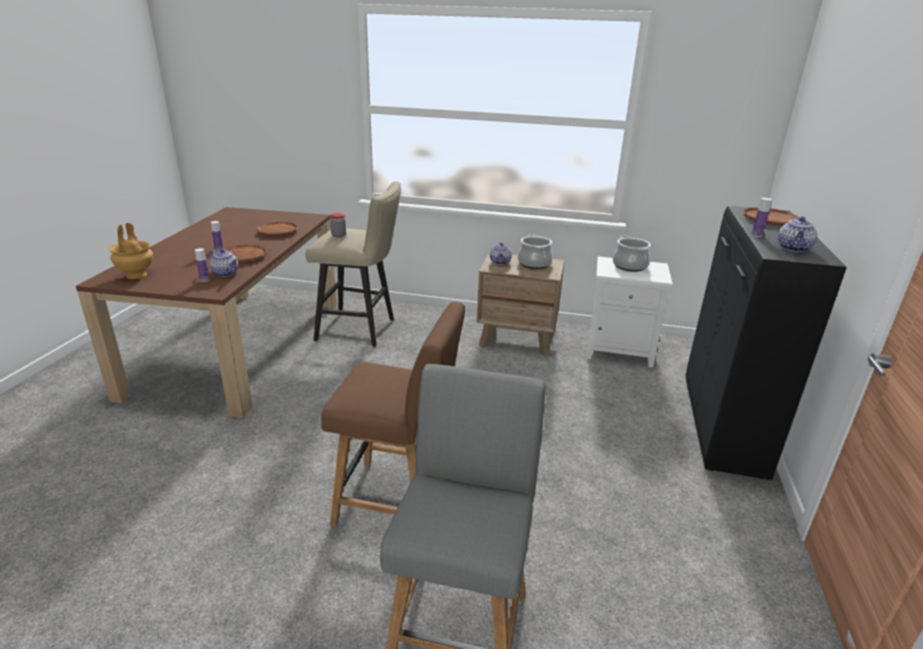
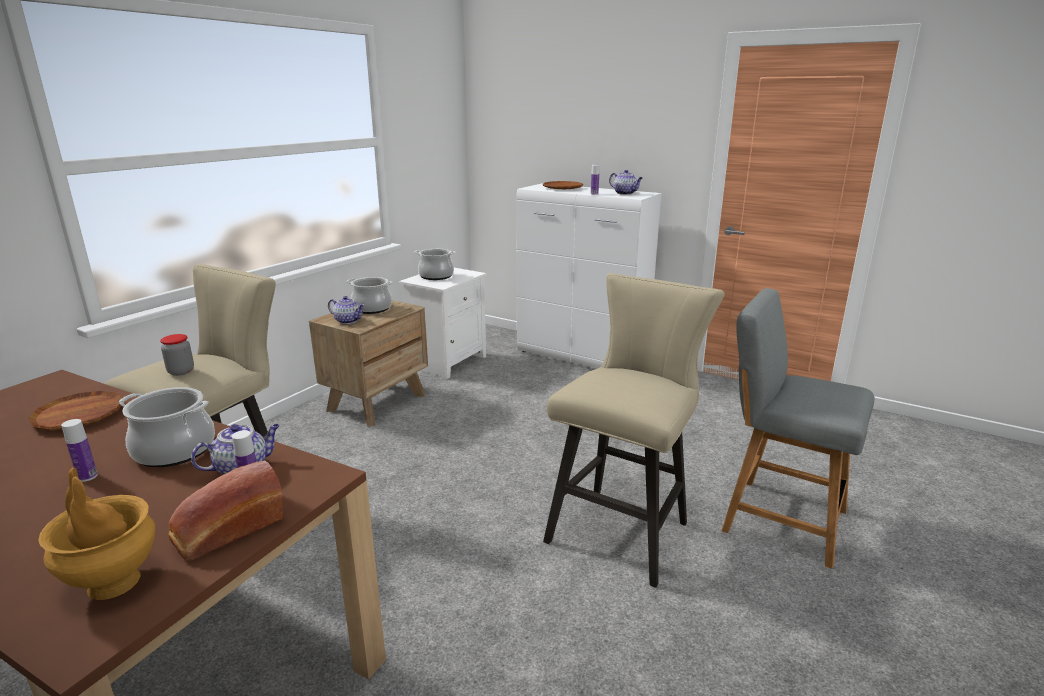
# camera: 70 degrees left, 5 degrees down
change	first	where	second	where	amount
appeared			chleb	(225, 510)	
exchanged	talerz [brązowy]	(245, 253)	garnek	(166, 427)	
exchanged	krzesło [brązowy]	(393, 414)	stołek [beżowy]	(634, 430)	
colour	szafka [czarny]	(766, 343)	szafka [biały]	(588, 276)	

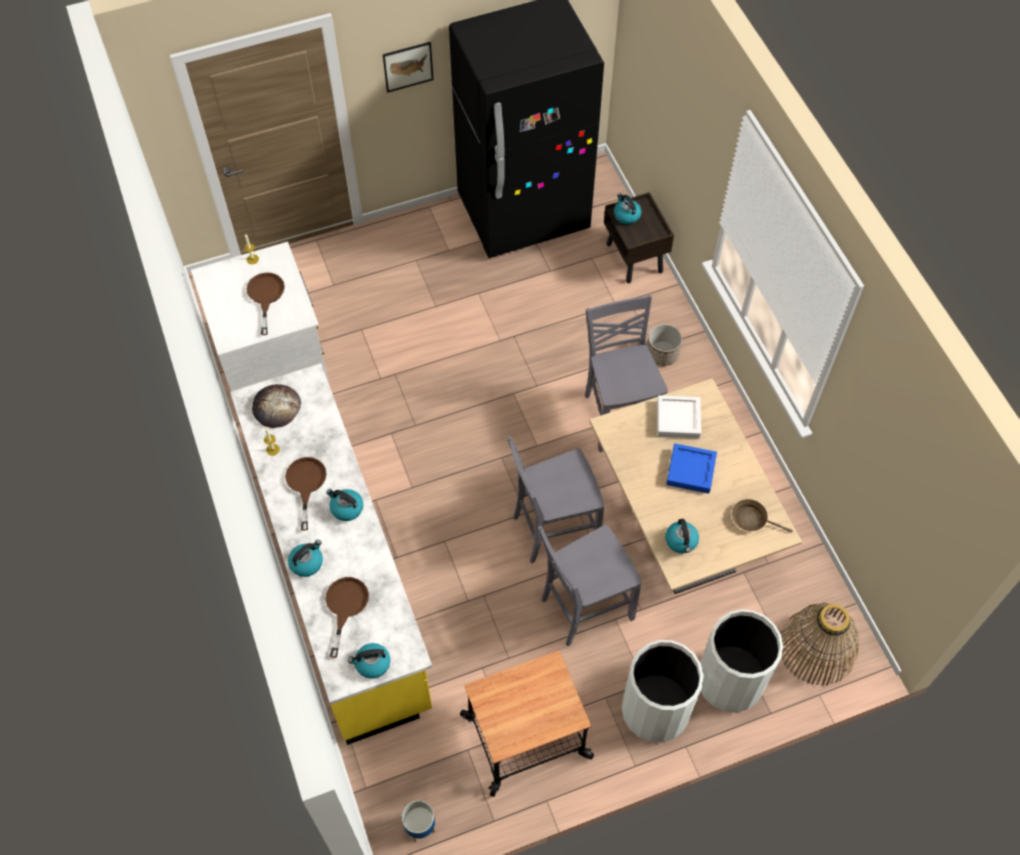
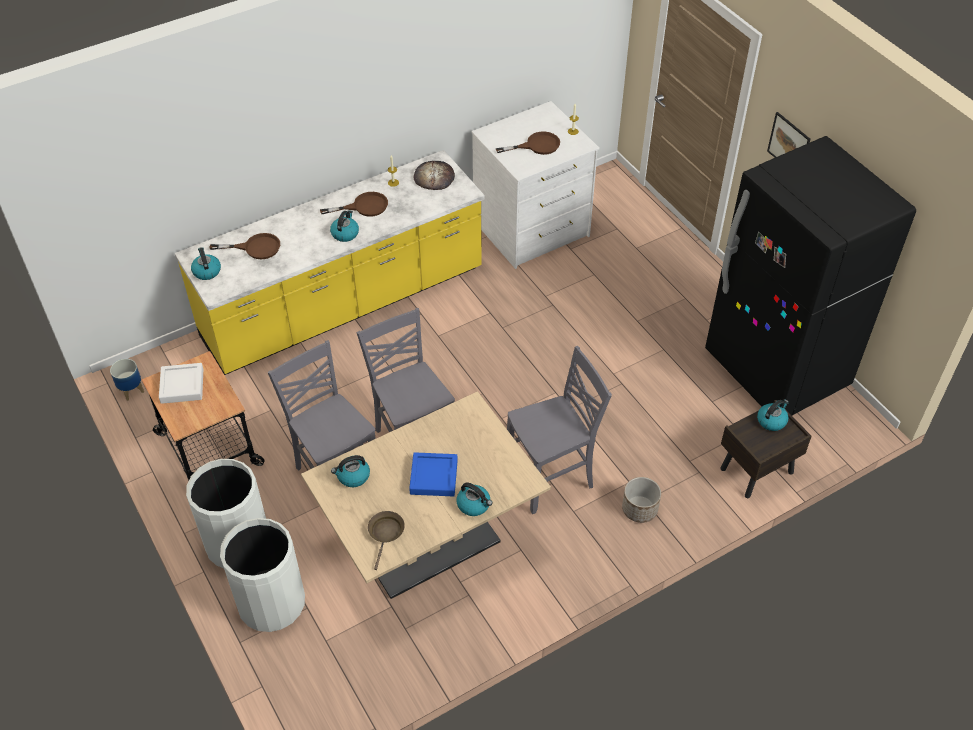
# camera: 80 degrees right, 10 degrees down
change	first	where	second	where	amount
missing	koszyk	(819, 644)			
relocated	czajnik	(305, 558)		(474, 499)	
relocated	taca [biały]	(679, 416)		(181, 383)	

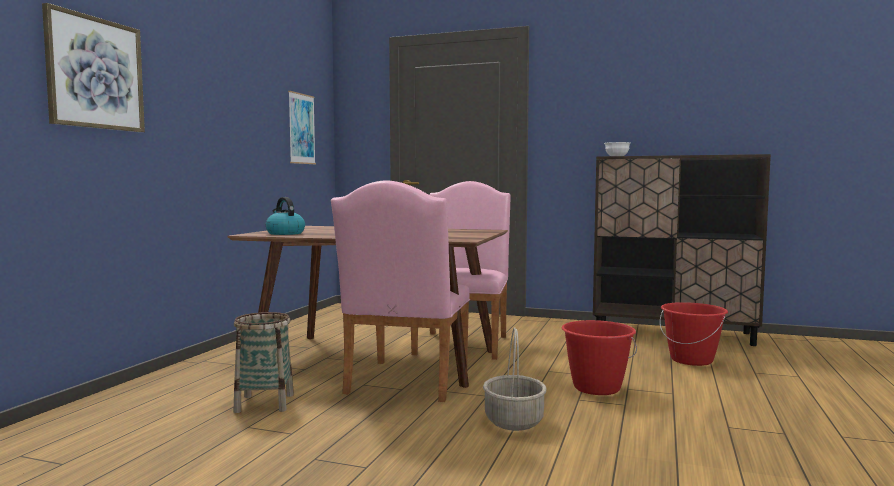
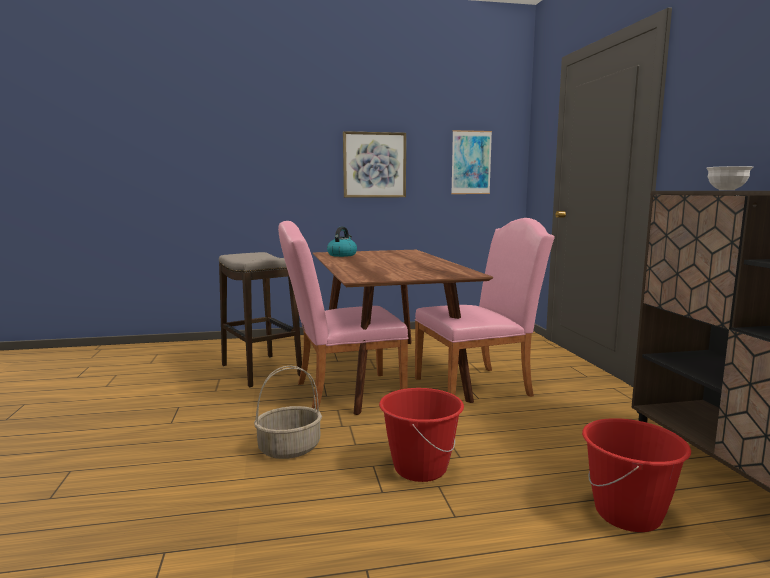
# camera: 60 degrees right, 5 degrees up
change	first	where	second	where	amount
relocated	obraz	(93, 67)		(374, 164)	
exchanged	koszyk	(264, 362)	stołek	(260, 320)	

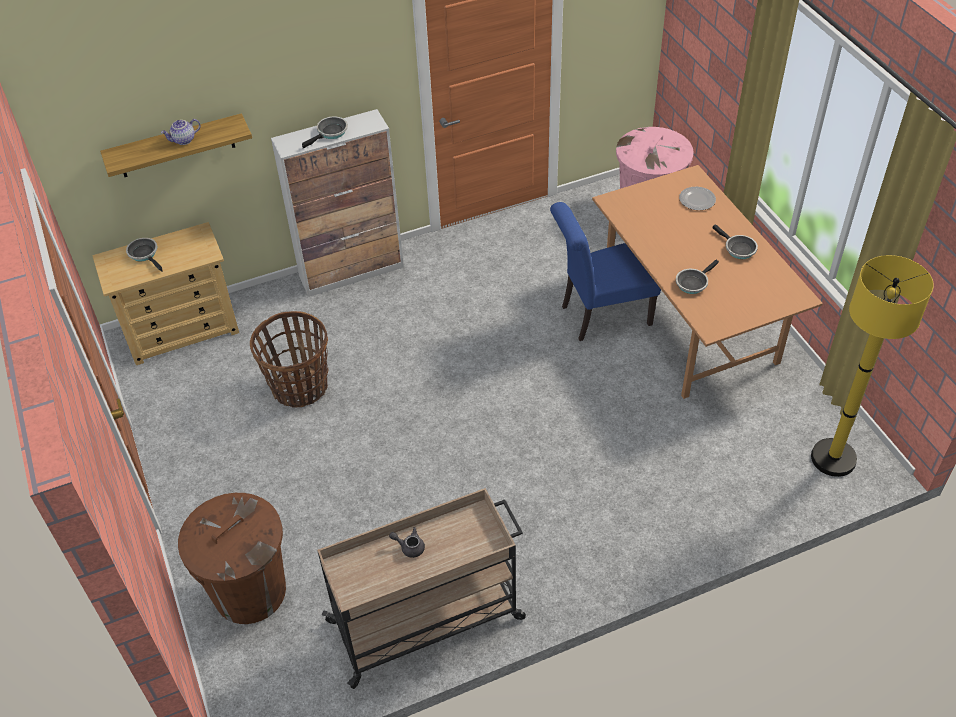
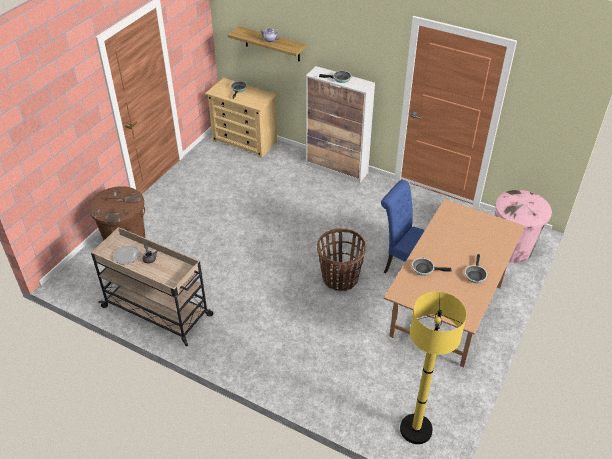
# camera: 50 degrees right, 5 degrees down
change	first	where	second	where	amount
relocated	koszyk	(289, 359)		(341, 259)	
relocated	talerz	(697, 198)		(126, 255)	

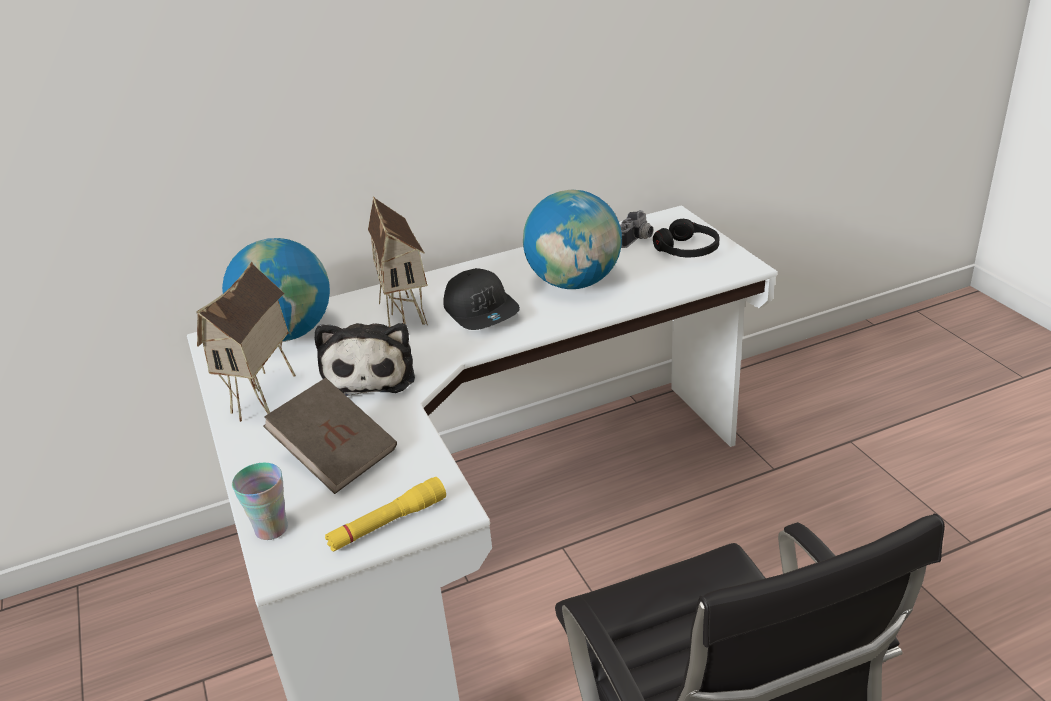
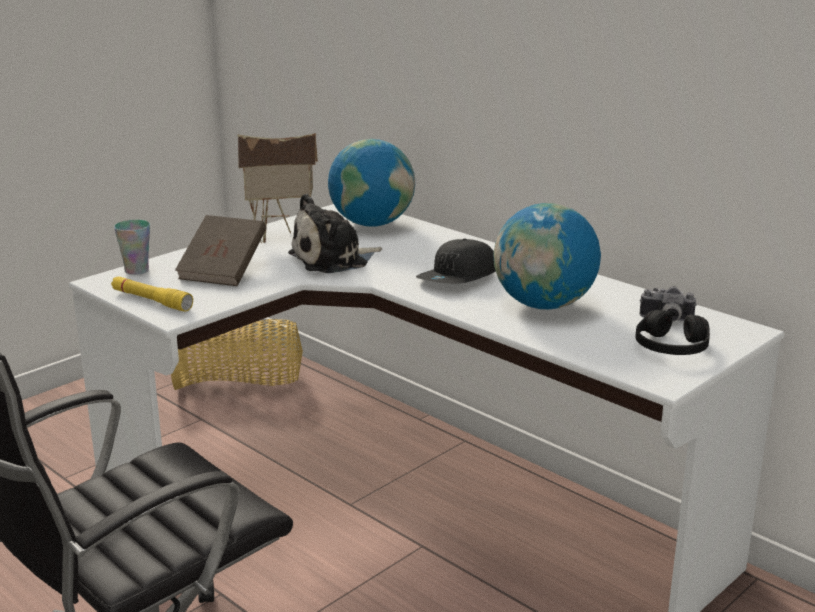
# camera: 65 degrees right, 10 degrees down
change	first	where	second	where	amount
missing	domek	(398, 261)			
appeared			koszyk	(237, 354)	

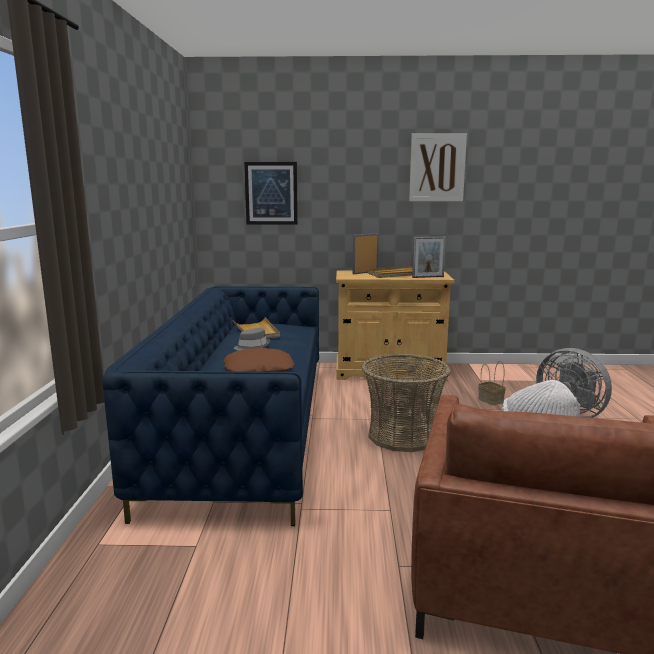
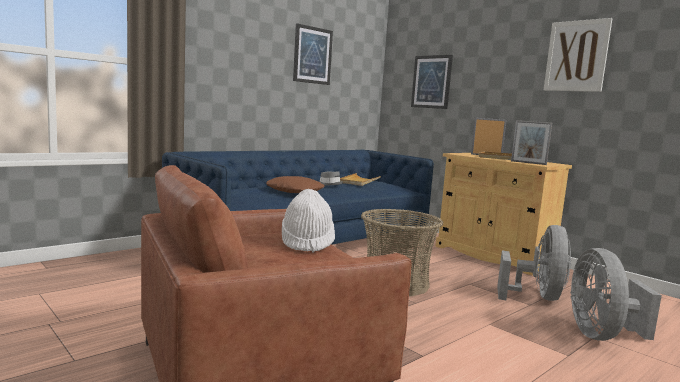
# camera: 45 degrees right, 5 degrees down
change	first	where	second	where	amount
appeared			obraz	(313, 54)	
exchanged	koszyk	(492, 383)	wentylator [szary]	(534, 263)	

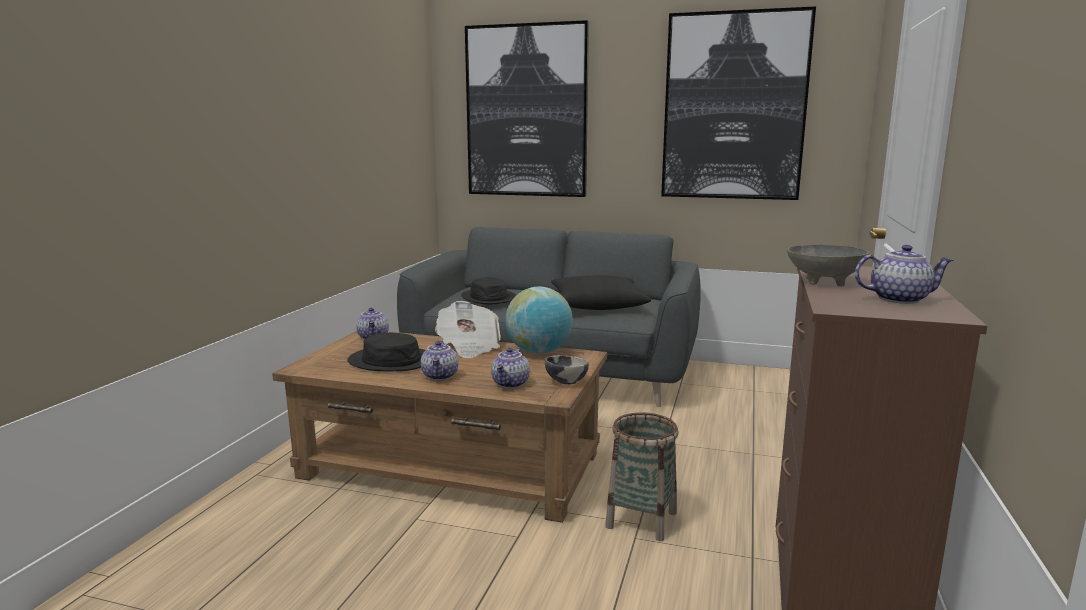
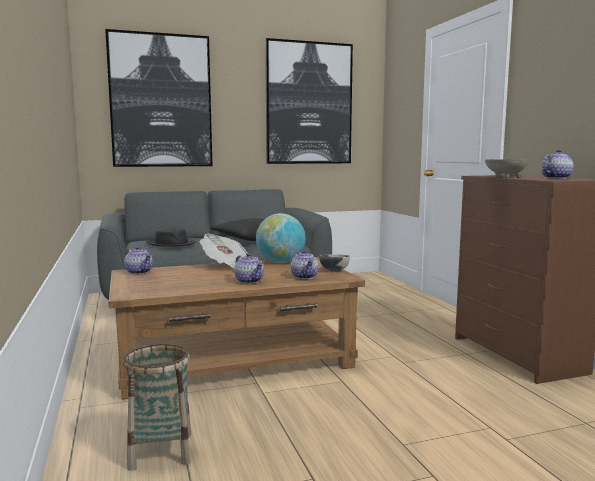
# camera: 35 degrees left, 5 degrees down
change	first	where	second	where	amount
missing	kapelusz [czarny]	(387, 352)			
relocated	koszyk	(642, 476)		(157, 407)	

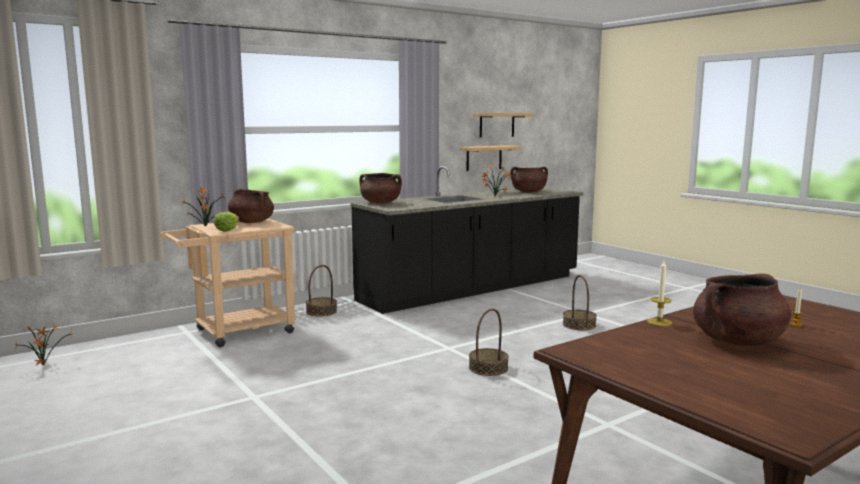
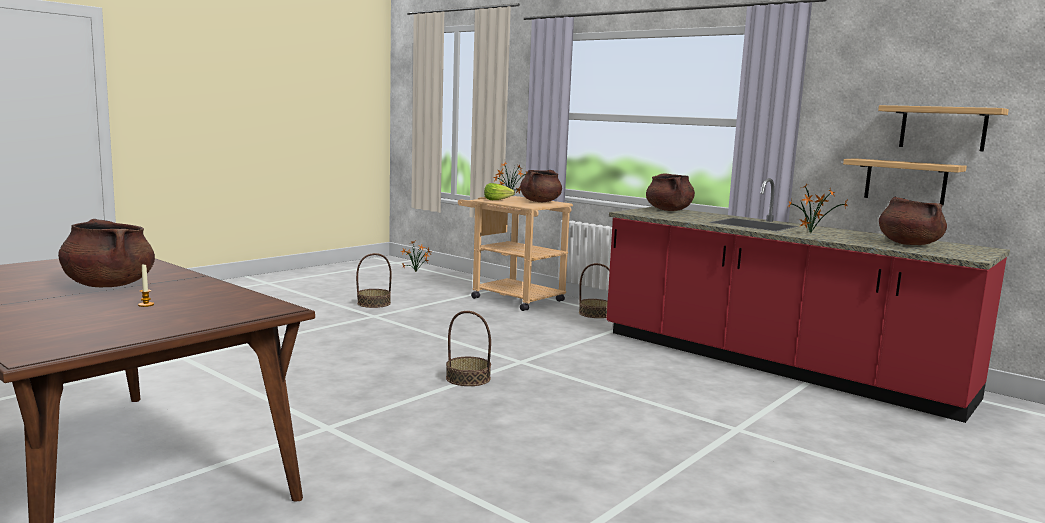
# camera: 75 degrees right, 0 degrees up
change	first	where	second	where	amount
missing	świeca	(659, 293)			
relocated	koszyk	(580, 303)		(374, 280)	
colour	zabudowa kuchenna [czarny]	(467, 240)	zabudowa kuchenna [czerwony]	(808, 300)	

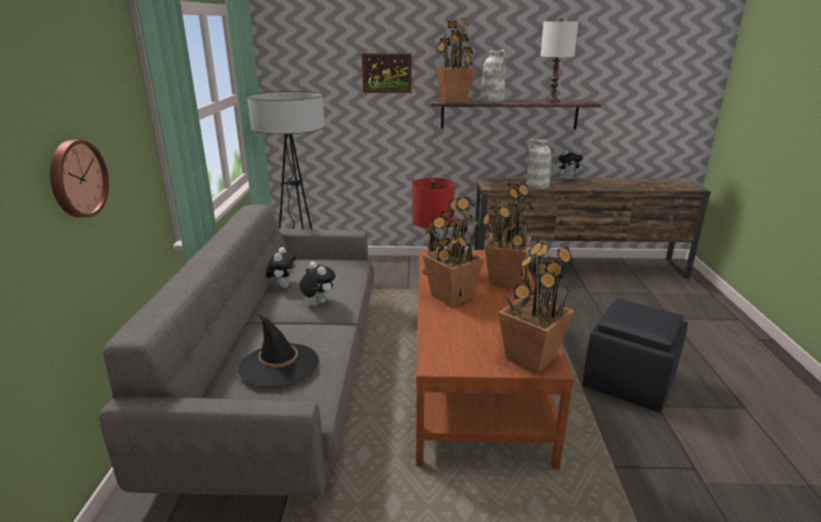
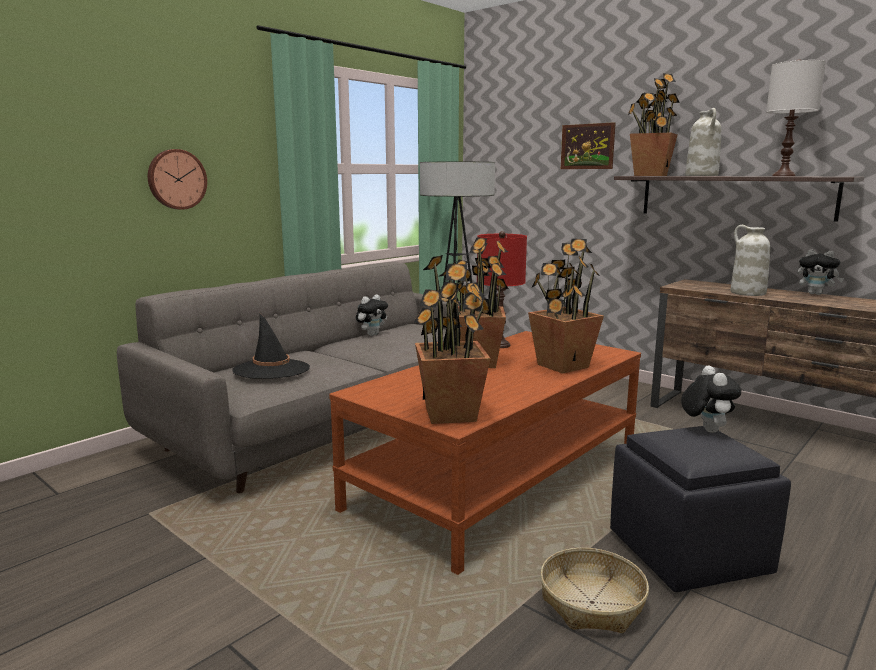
# camera: 40 degrees right, 10 degrees down
change	first	where	second	where	amount
appeared			koszyk	(594, 590)	
relocated	pluszak	(317, 282)		(711, 399)	

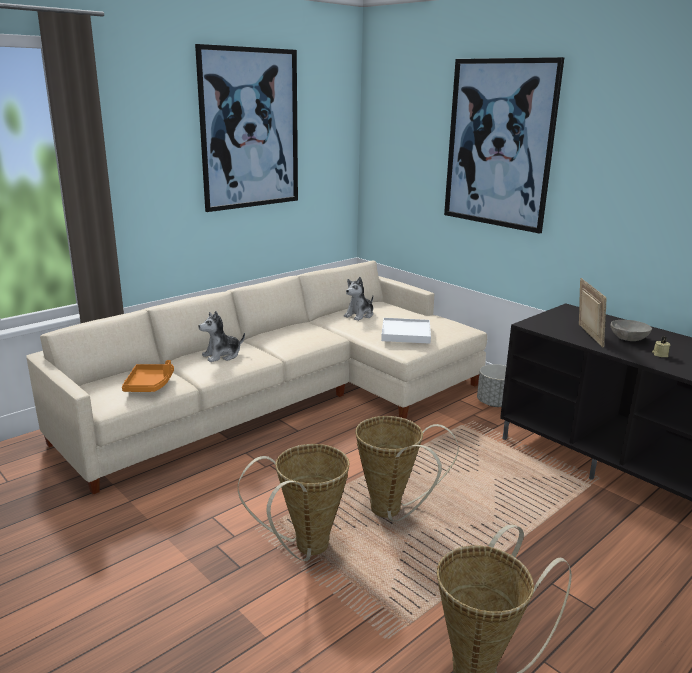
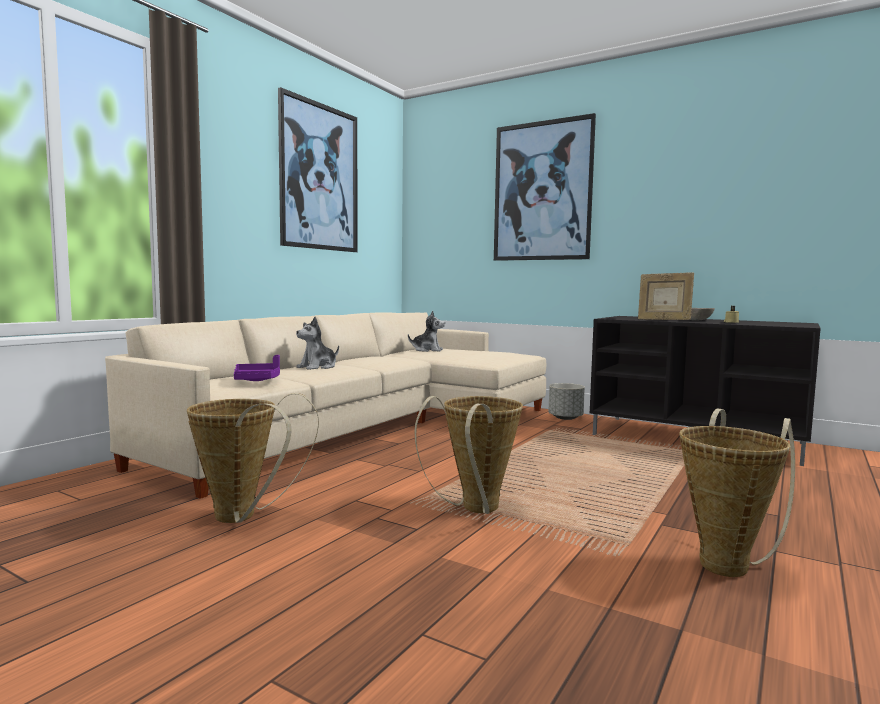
# camera: 15 degrees left, 15 degrees down
change	first	where	second	where	amount
missing	taca [biały]	(406, 331)			
relocated	koszyk	(407, 469)		(253, 458)	
colour	taca [pomarańczowy]	(148, 376)	taca [fioletowy]	(257, 368)	
spun	pluszak	(358, 299)		(426, 331)	105 degrees counterclockwise
spun	ramka na zdjęcie	(593, 312)		(666, 296)	150 degrees clockwise

